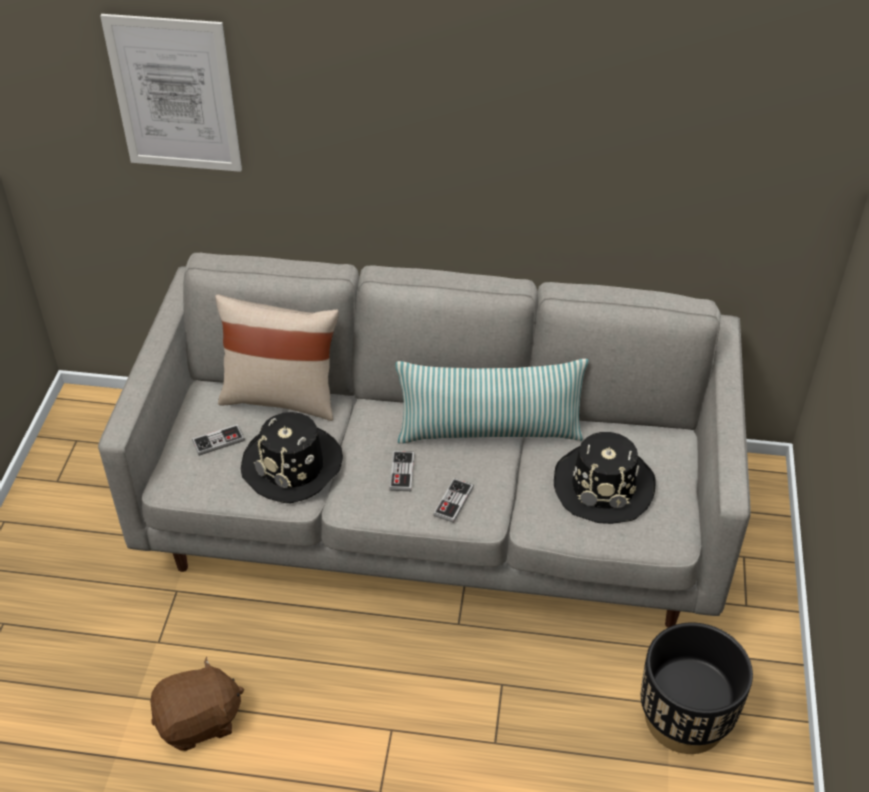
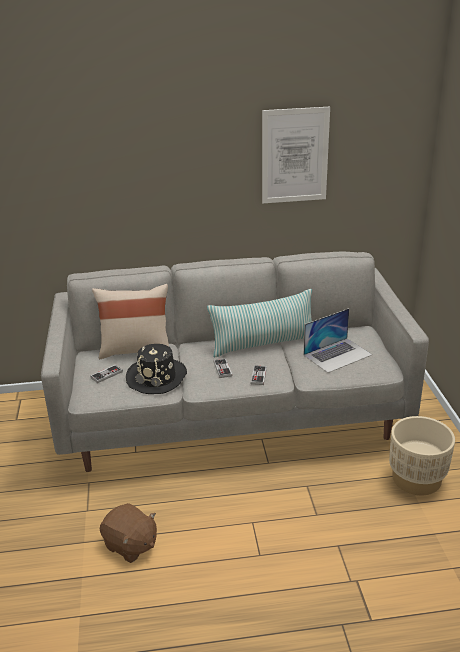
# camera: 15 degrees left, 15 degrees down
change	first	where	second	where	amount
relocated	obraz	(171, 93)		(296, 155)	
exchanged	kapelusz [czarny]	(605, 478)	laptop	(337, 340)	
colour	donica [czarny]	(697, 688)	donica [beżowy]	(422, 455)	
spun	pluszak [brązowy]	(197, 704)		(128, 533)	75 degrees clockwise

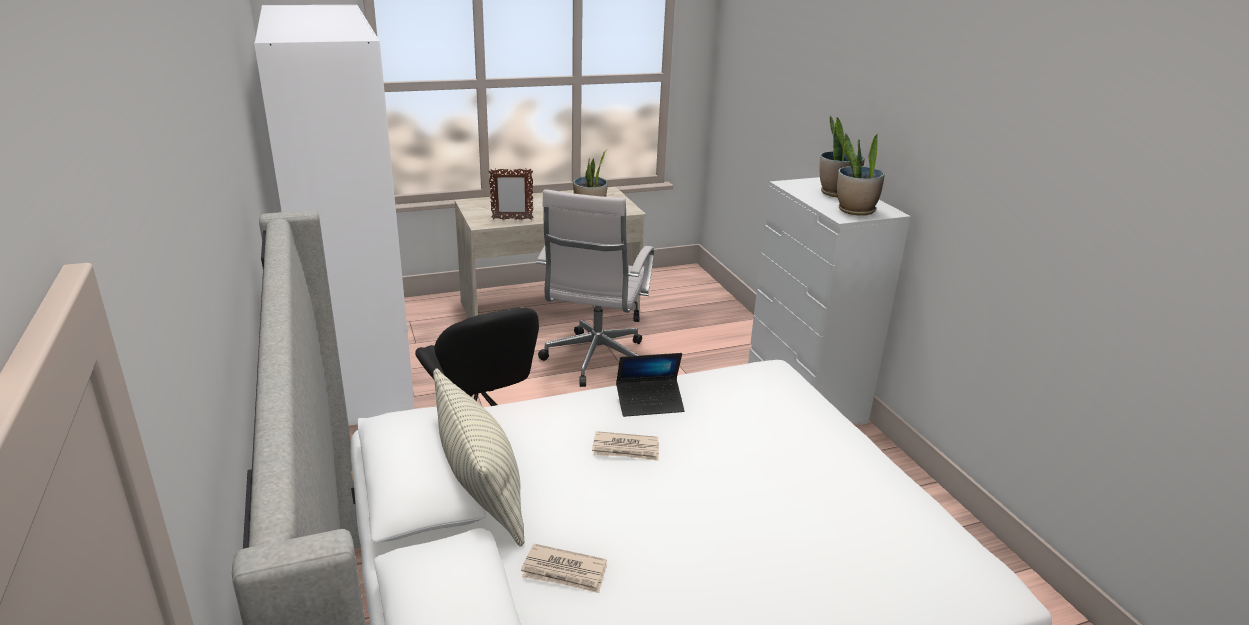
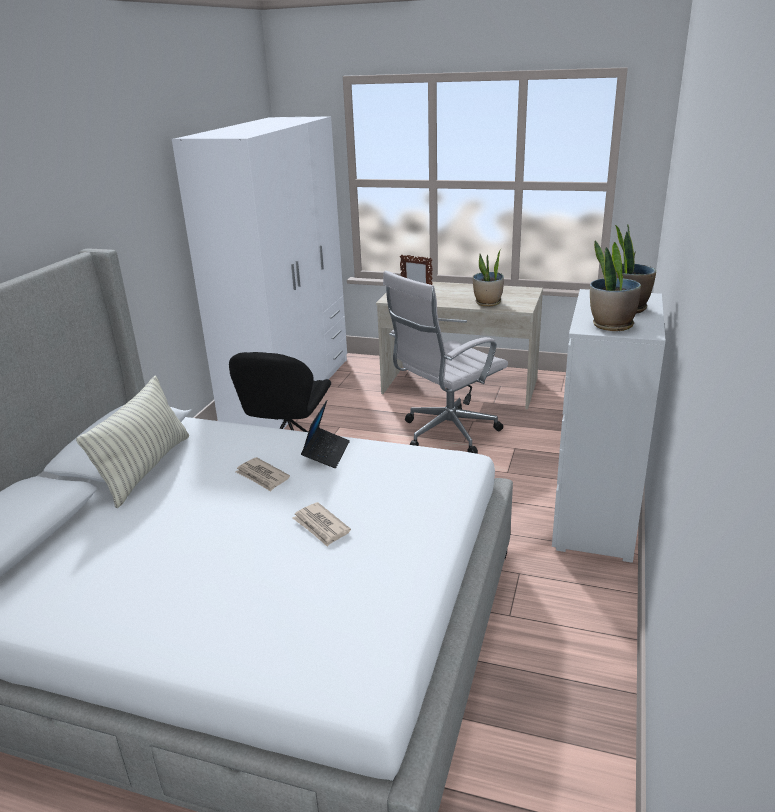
# camera: 40 degrees right, 0 degrees up
change	first	where	second	where	amount
relocated	gazeta	(564, 568)		(321, 524)	
spun	laptop	(650, 385)		(325, 434)	105 degrees counterclockwise

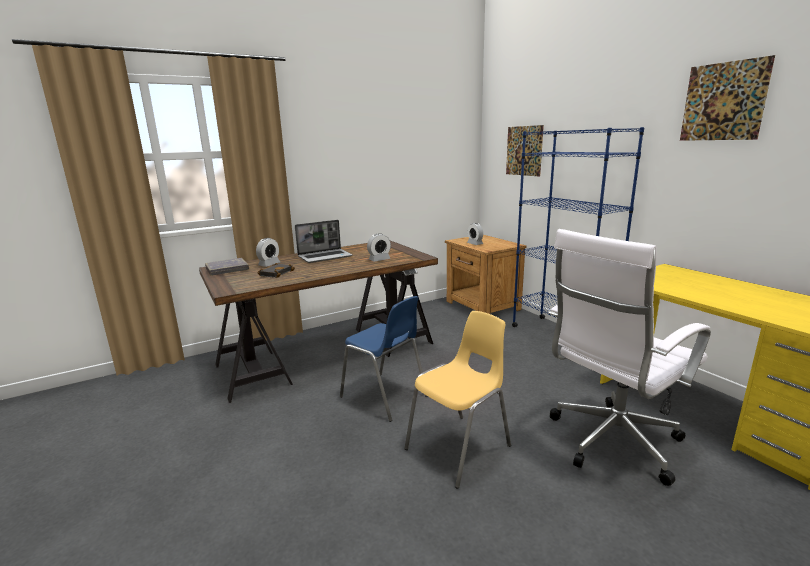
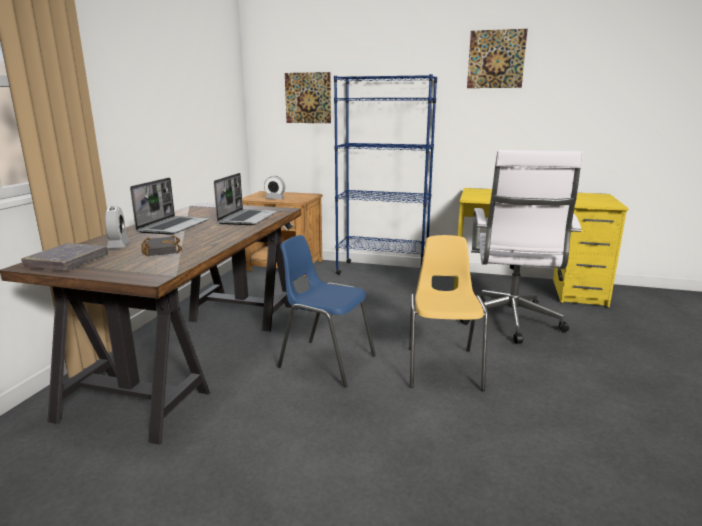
# camera: 45 degrees left, 0 degrees up
change	first	where	second	where	amount
exchanged	budzik	(379, 247)	laptop	(246, 199)	
spun	krzesło [niebieski]	(383, 359)		(326, 311)	150 degrees counterclockwise

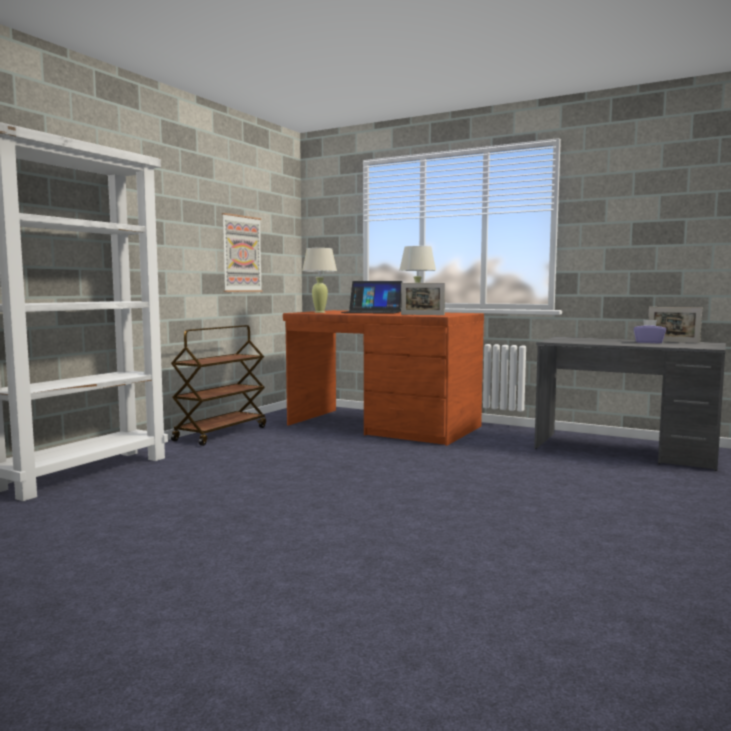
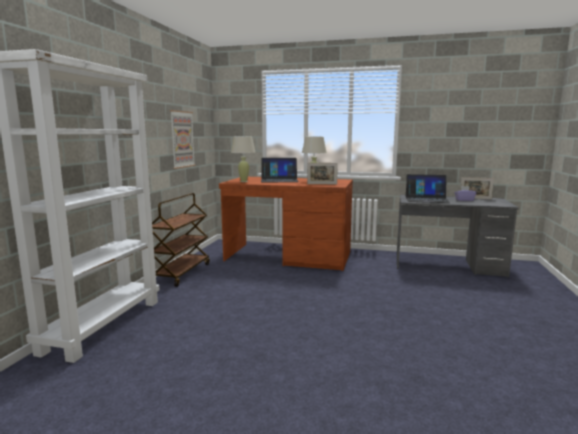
# camera: 15 degrees left, 5 degrees up
change	first	where	second	where	amount
appeared			laptop	(428, 188)	

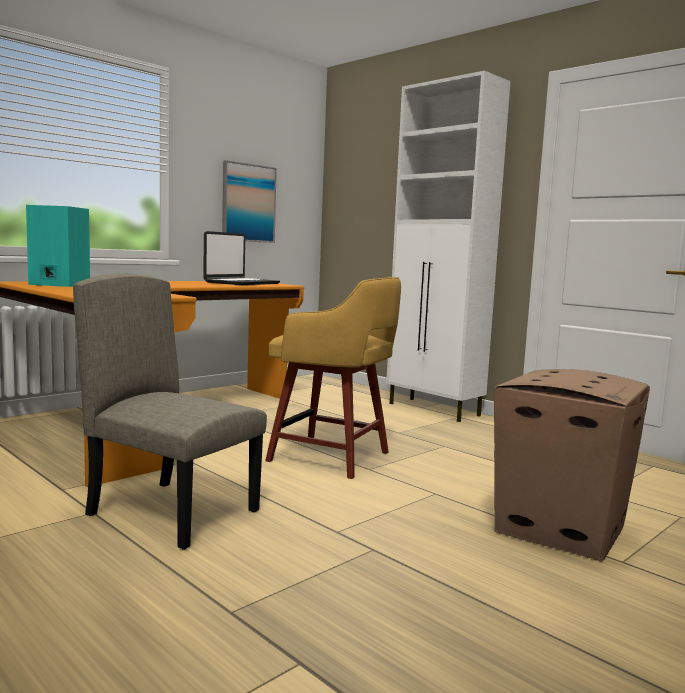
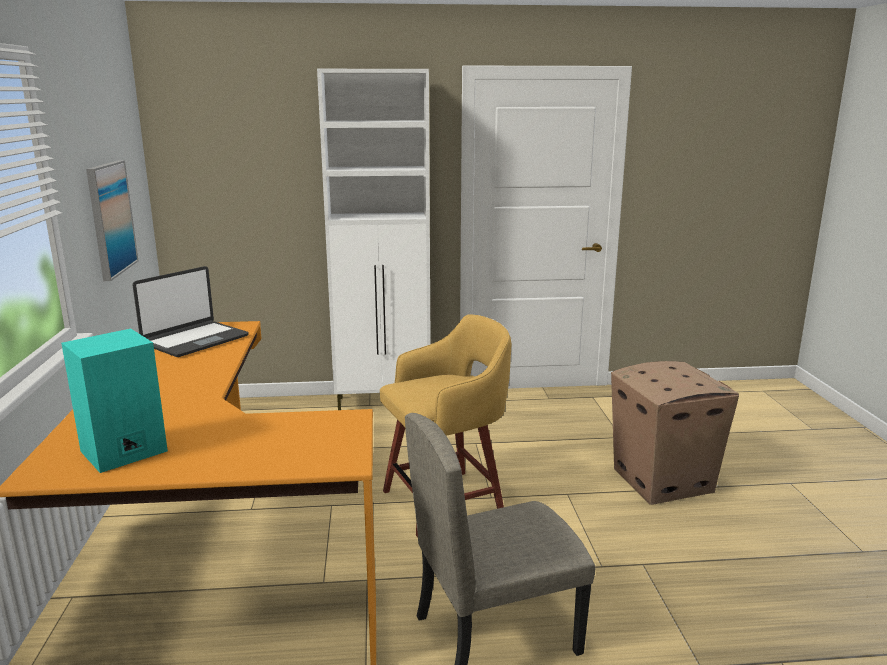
# camera: 50 degrees left, 10 degrees up
change	first	where	second	where	amount
spun	laptop	(241, 258)		(190, 311)	60 degrees clockwise

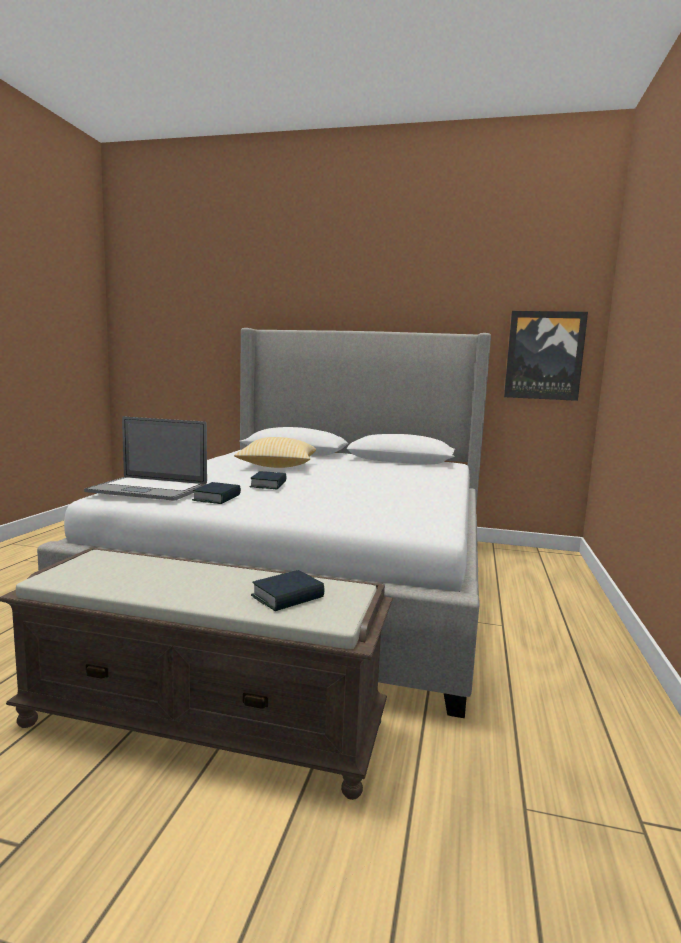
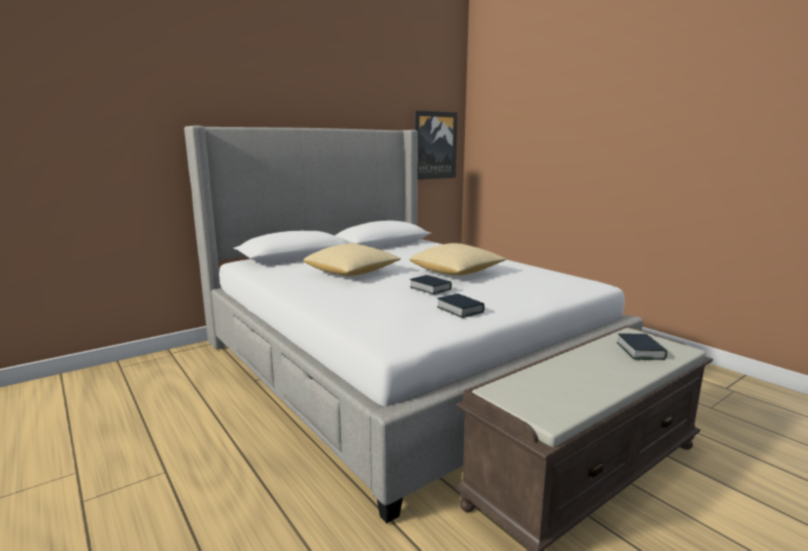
# camera: 50 degrees left, 5 degrees up
change	first	where	second	where	amount
missing	laptop	(145, 458)			
appeared			poduszka	(457, 259)	

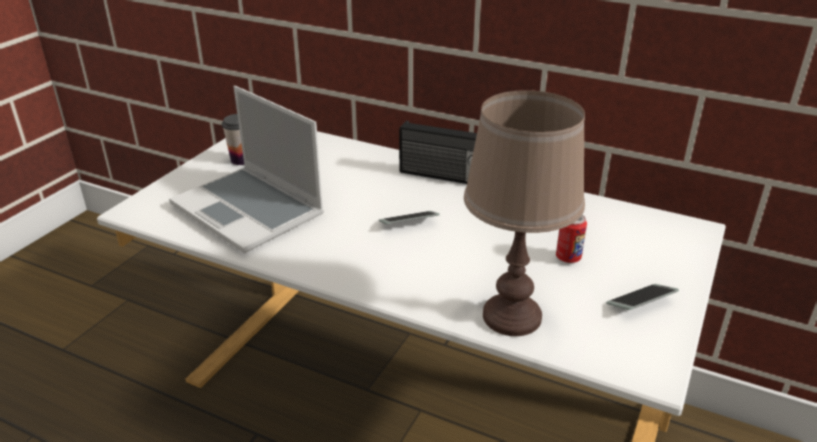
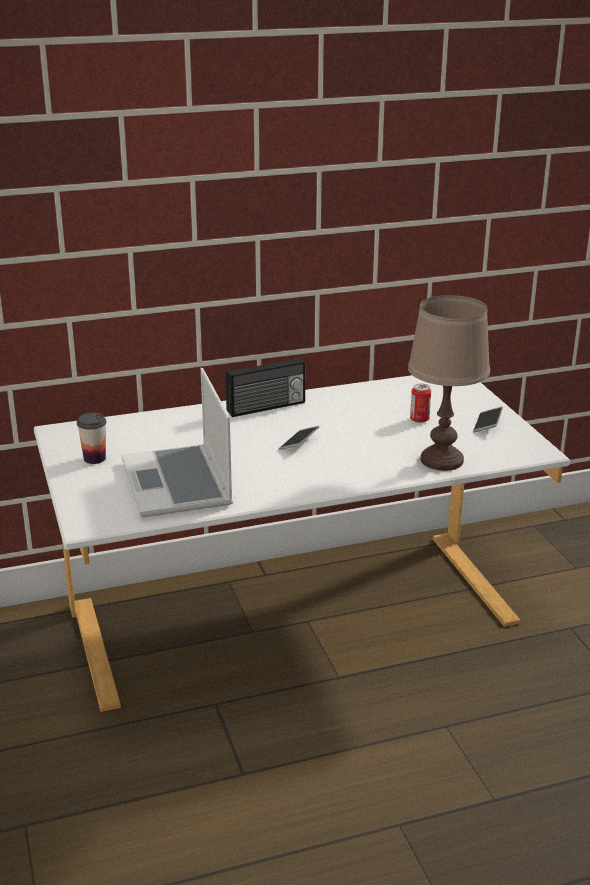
# camera: 45 degrees left, 5 degrees down
change	first	where	second	where	amount
spun	laptop	(246, 169)		(177, 442)	75 degrees clockwise

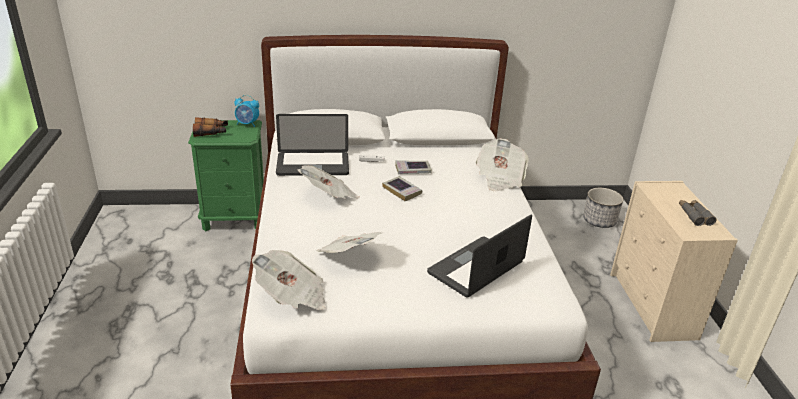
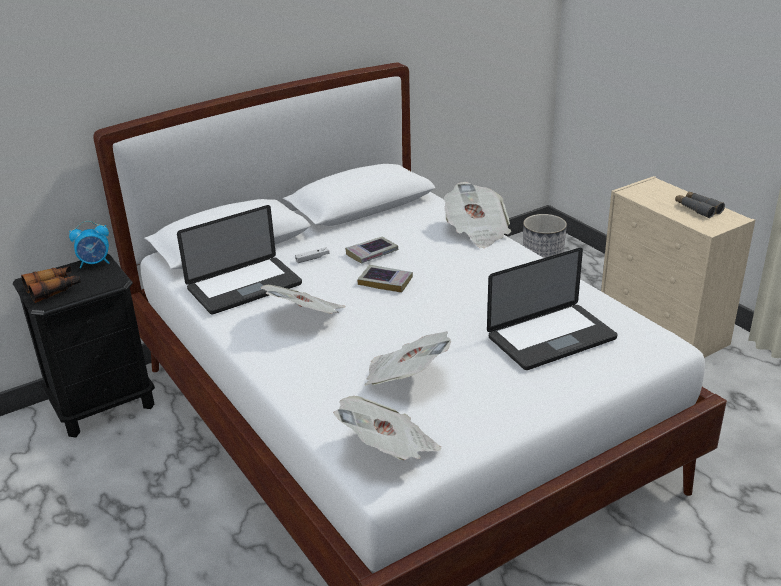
# camera: 25 degrees left, 0 degrees up
change	first	where	second	where	amount
colour	szafka nocna [zielony]	(226, 175)	szafka nocna [czarny]	(84, 345)	
spun	laptop	(479, 255)		(552, 309)	135 degrees counterclockwise

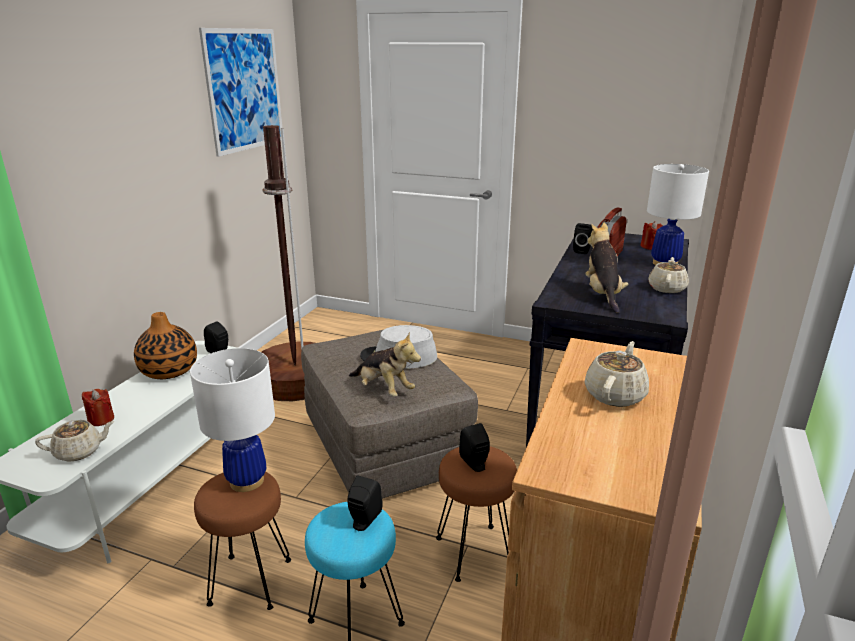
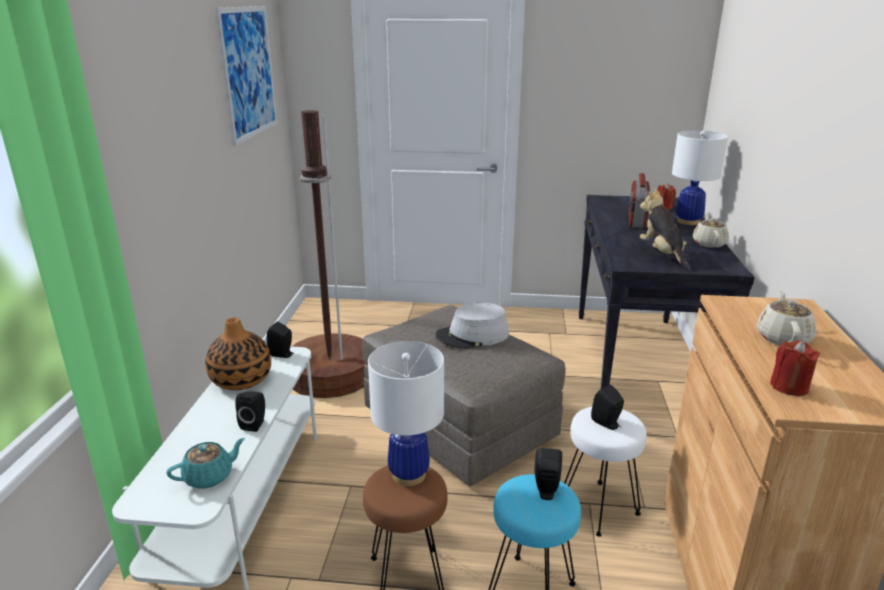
# camera: 15 degrees left, 0 degrees up
change	first	where	second	where	amount
missing	pluszak	(385, 364)			
relocated	świeca [czerwony]	(98, 407)		(795, 368)	
relocated	głośnik [czarny]	(583, 238)		(250, 411)	
colour	imbryk [beżowy]	(75, 441)	imbryk [turkusowy]	(206, 463)	
colour	stołek [brązowy]	(476, 514)	stołek [biały]	(605, 472)	

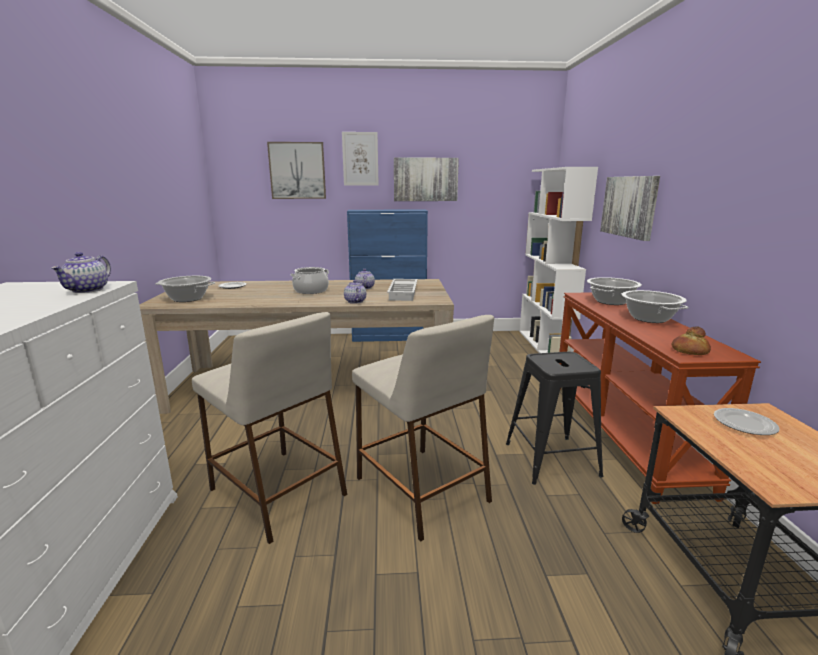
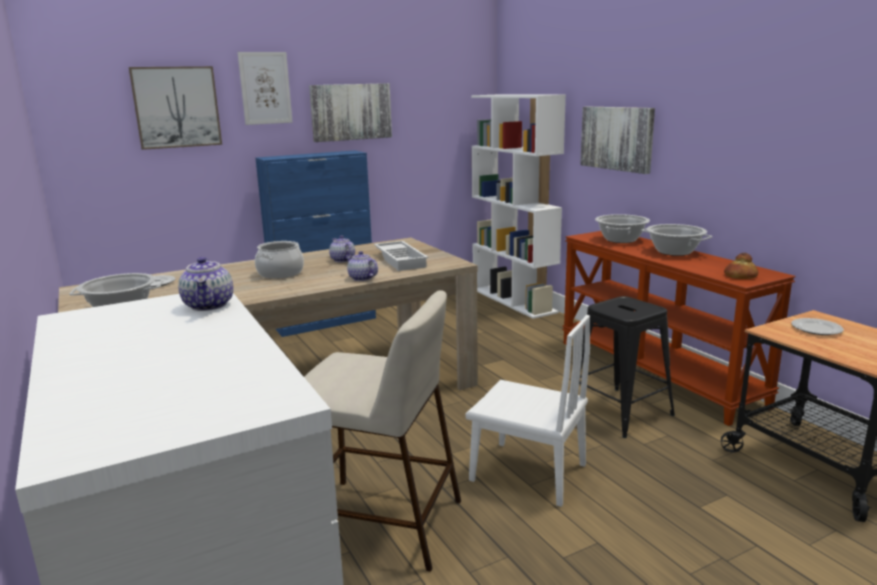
# camera: 25 degrees left, 0 degrees up
change	first	where	second	where	amount
exchanged	stołek [beżowy]	(423, 428)	krzesło [biały]	(527, 411)	

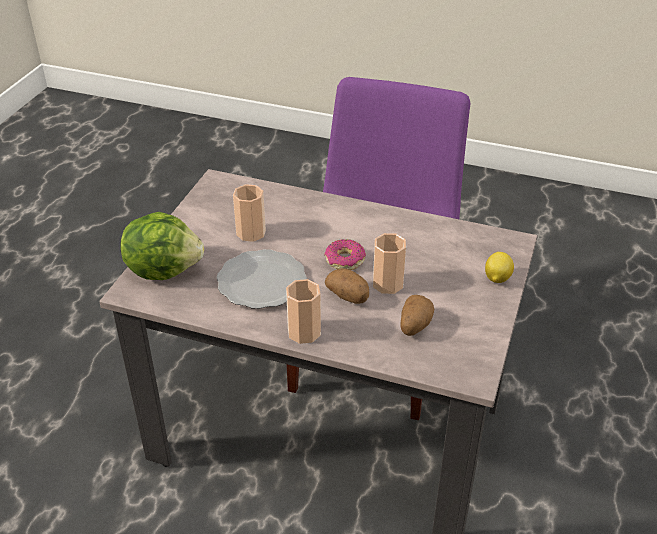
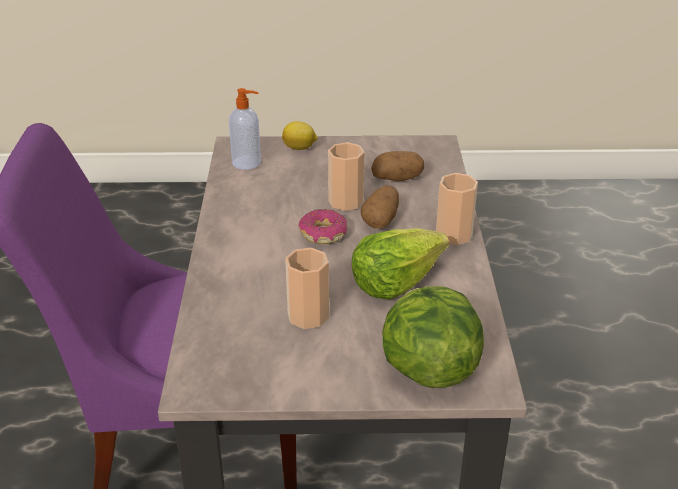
# camera: 110 degrees left, 5 degrees down
change	first	where	second	where	amount
appeared			dozownik mydła	(245, 129)	
exchanged	talerz	(262, 279)	sałata	(400, 264)	

